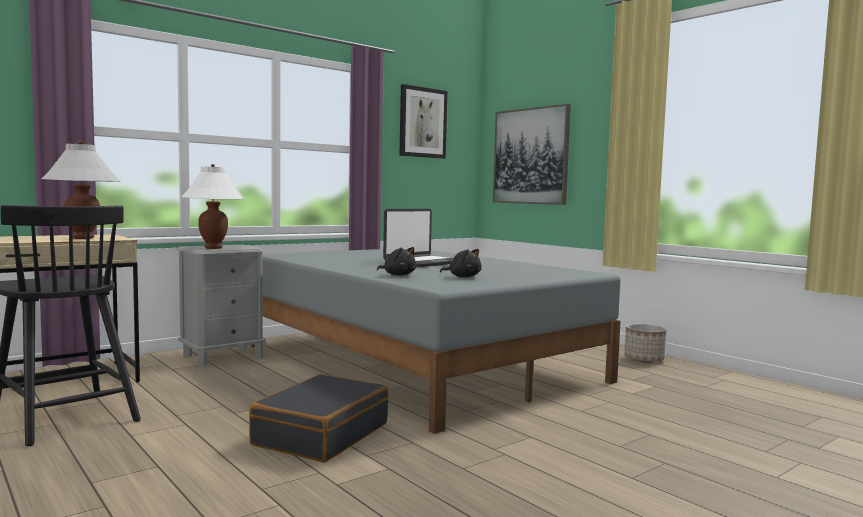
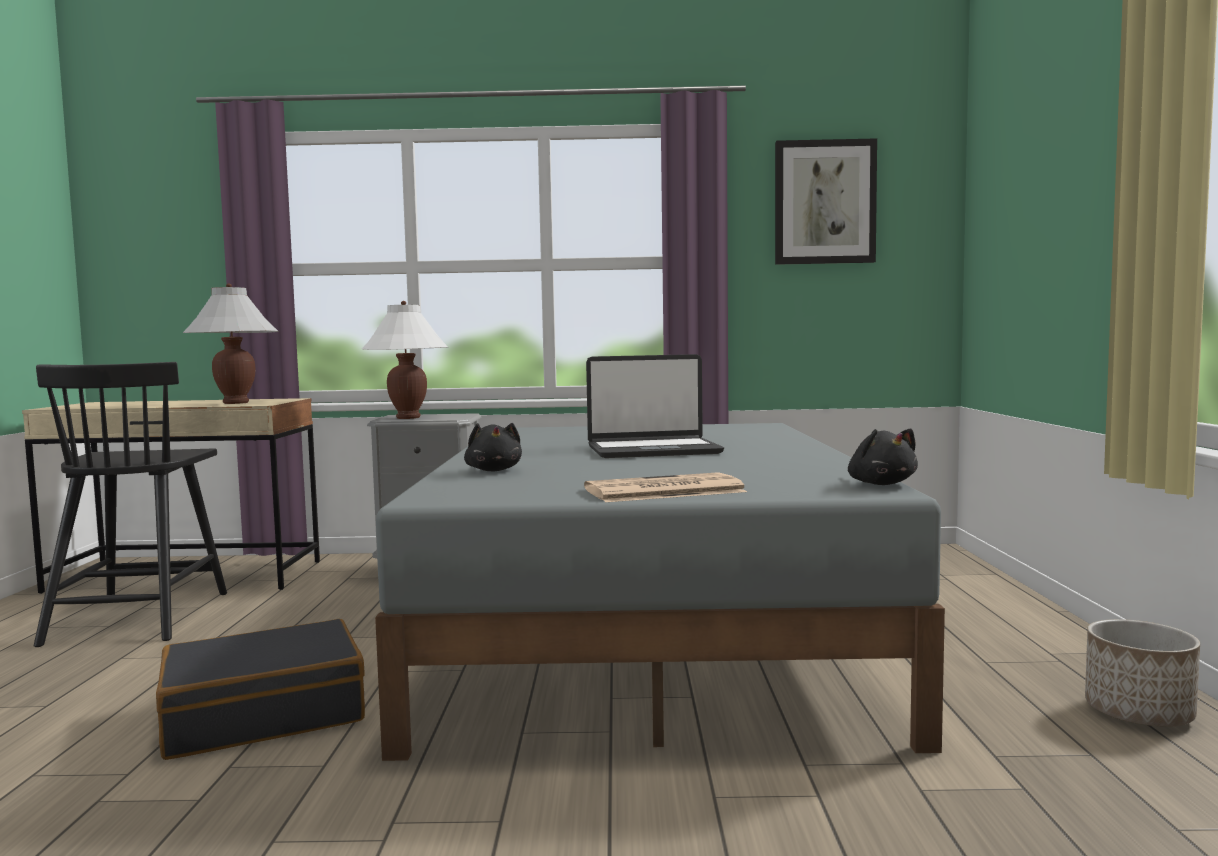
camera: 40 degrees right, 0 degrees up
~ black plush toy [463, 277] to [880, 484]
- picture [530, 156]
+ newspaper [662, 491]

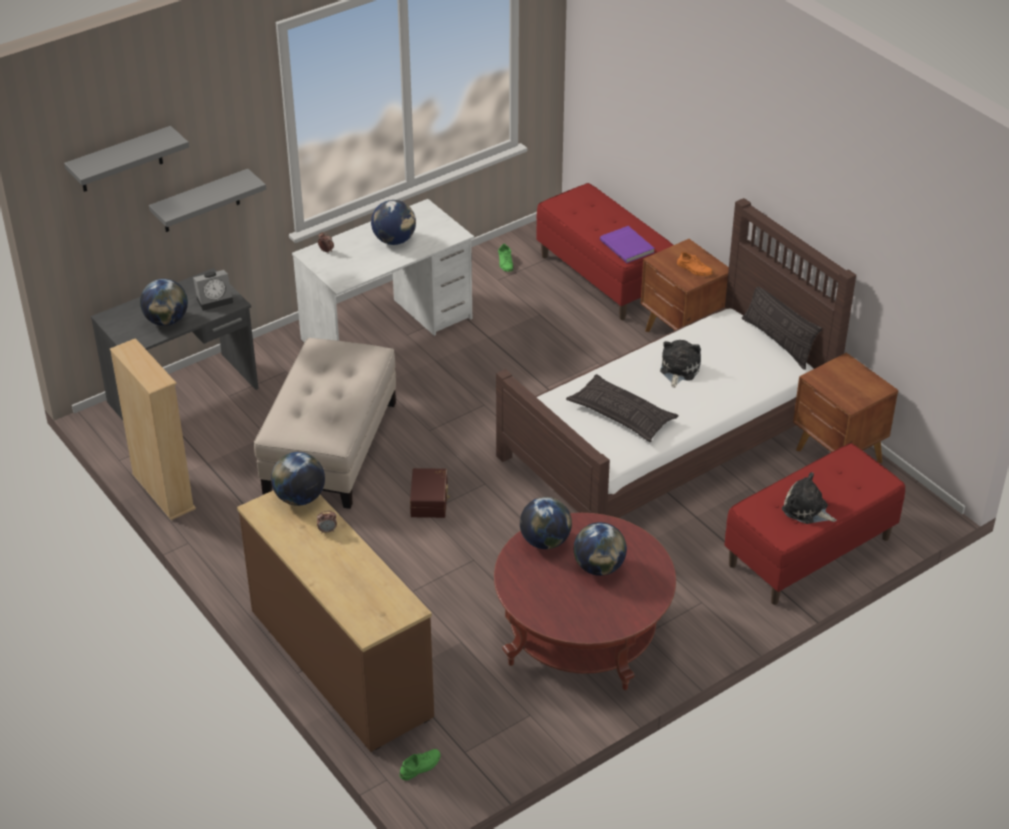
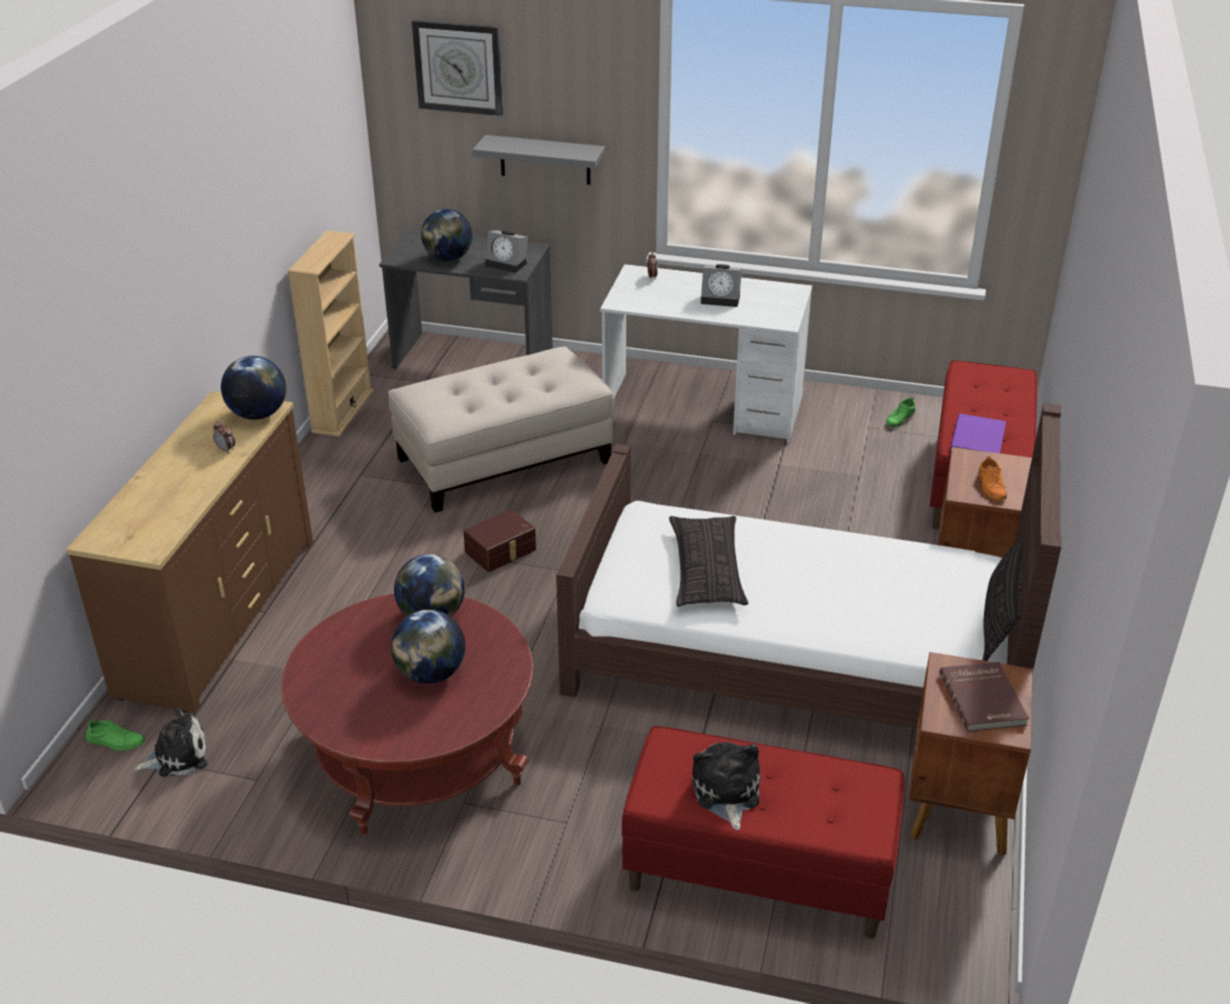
camera: 50 degrees right, 5 degrees down
~ grey shelf [120, 160] to wall clock [458, 67]
~ globe [394, 240] to alarm clock [722, 298]
~ plush toy [678, 370] to [177, 756]
+ red book [984, 699]

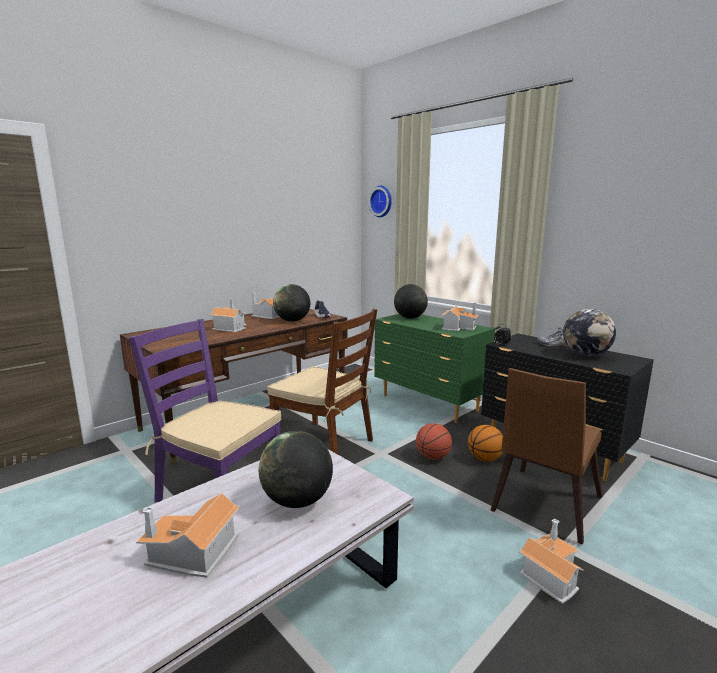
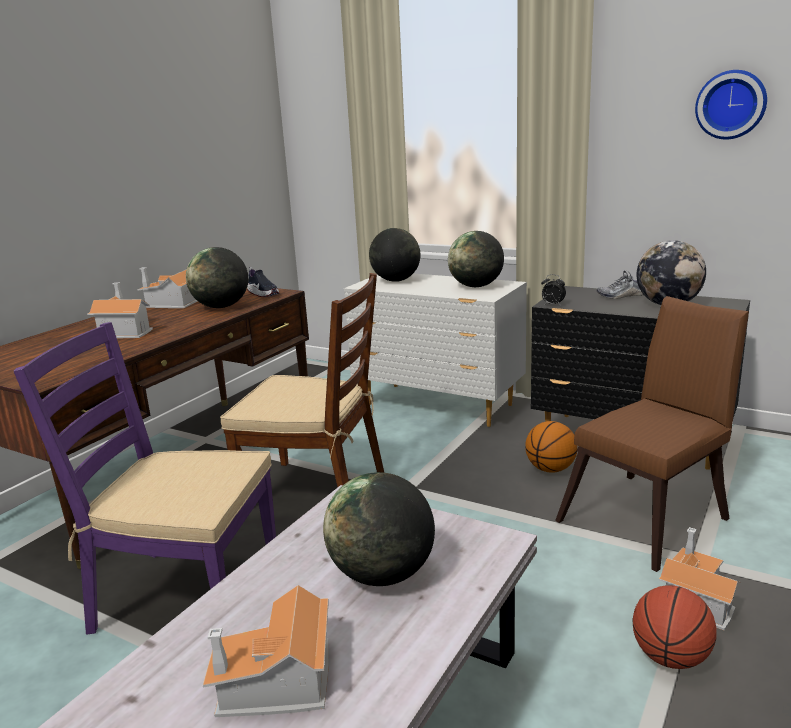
camera: 15 degrees left, 5 degrees up
~ wall clock [382, 201] to [731, 105]
~ green dresser [429, 404] to white dresser [439, 405]
~ basketball [433, 457] to [670, 658]
~ toy house [458, 327] to globe [476, 286]
~ brown chair [543, 506] = [650, 517] 150 degrees counterclockwise

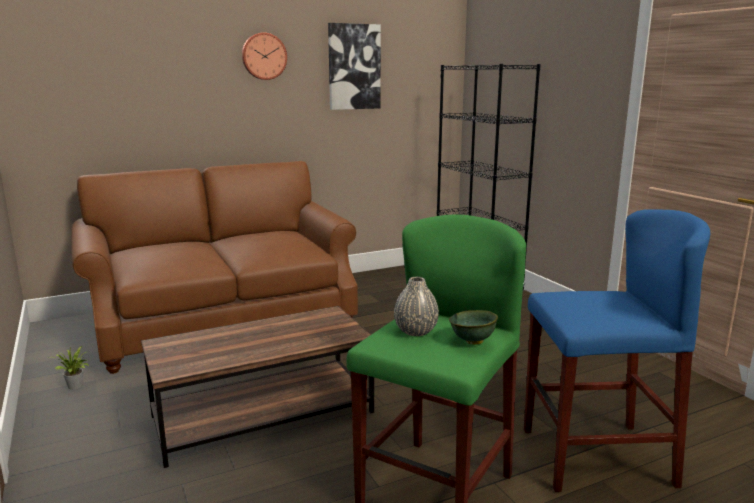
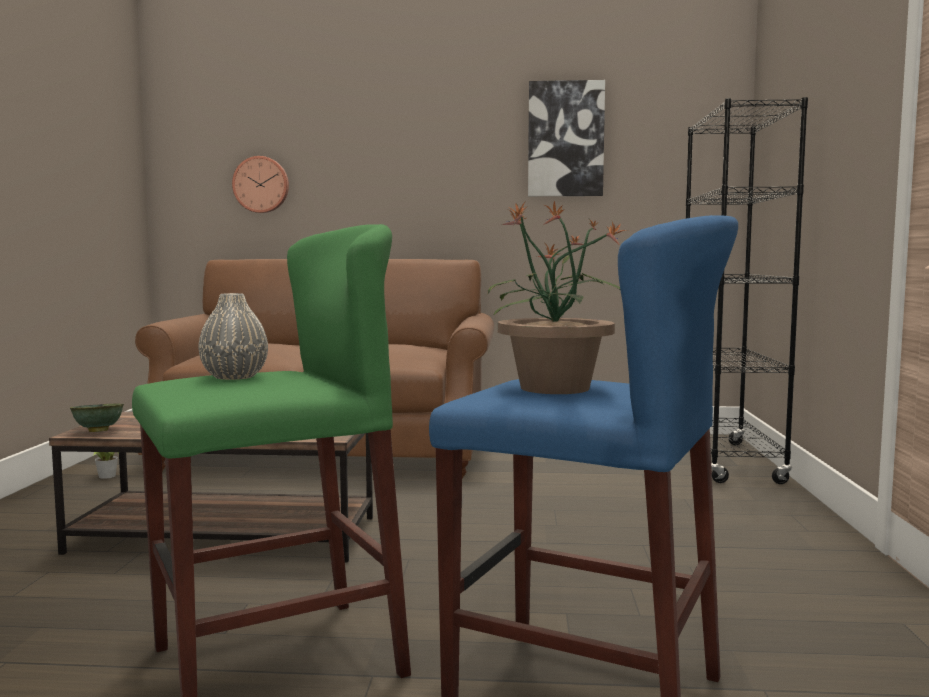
camera: 30 degrees right, 10 degrees down
~ wall clock [264, 56] to [261, 185]
~ green bowl [472, 342] to [97, 431]
+ potted plant [555, 388]

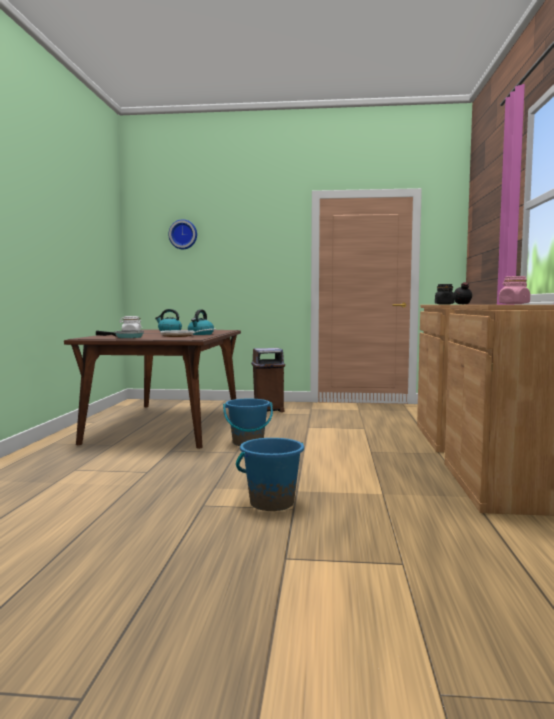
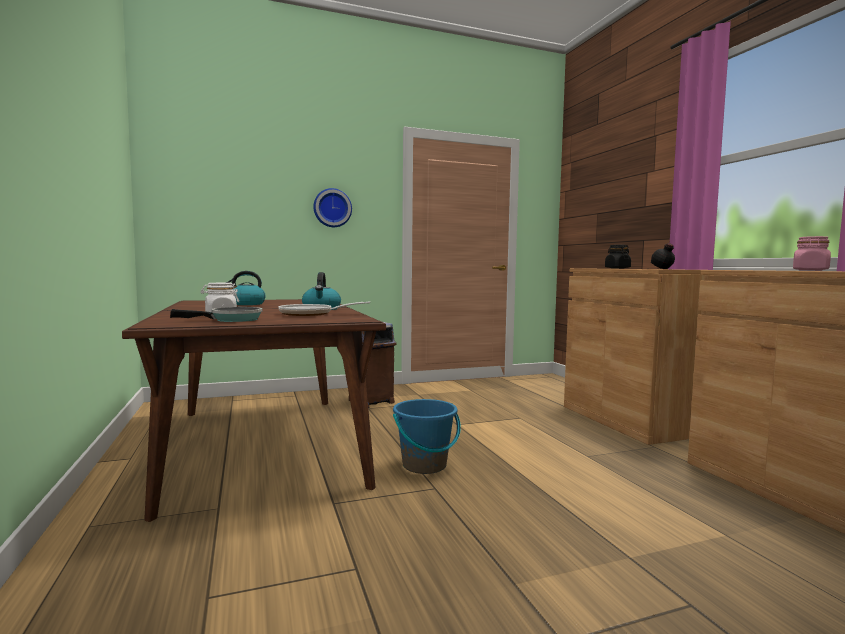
camera: 25 degrees left, 0 degrees up
~ wall clock [183, 234] to [332, 208]
- blue bucket [271, 503]

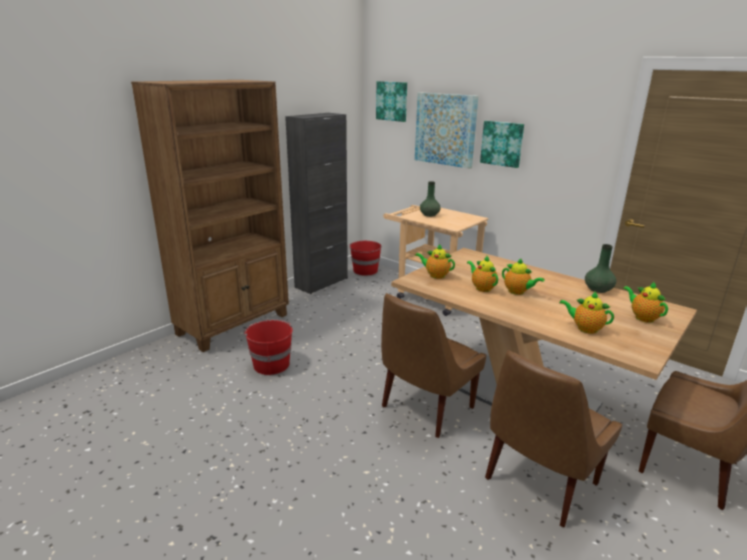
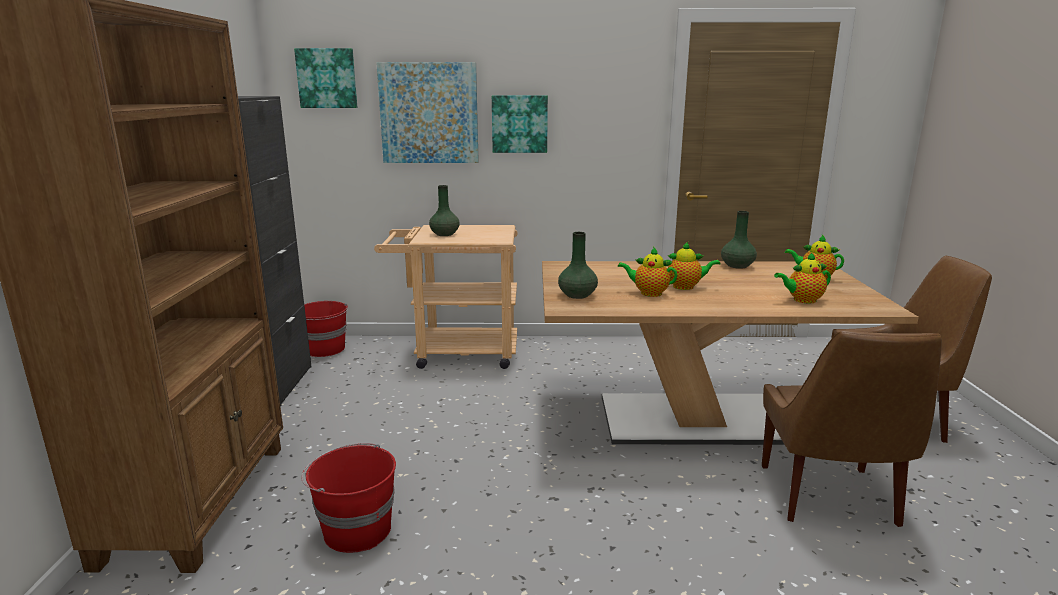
camera: 40 degrees left, 5 degrees down
- brown chair [425, 408]
~ teapot [435, 275] to green vase [577, 295]

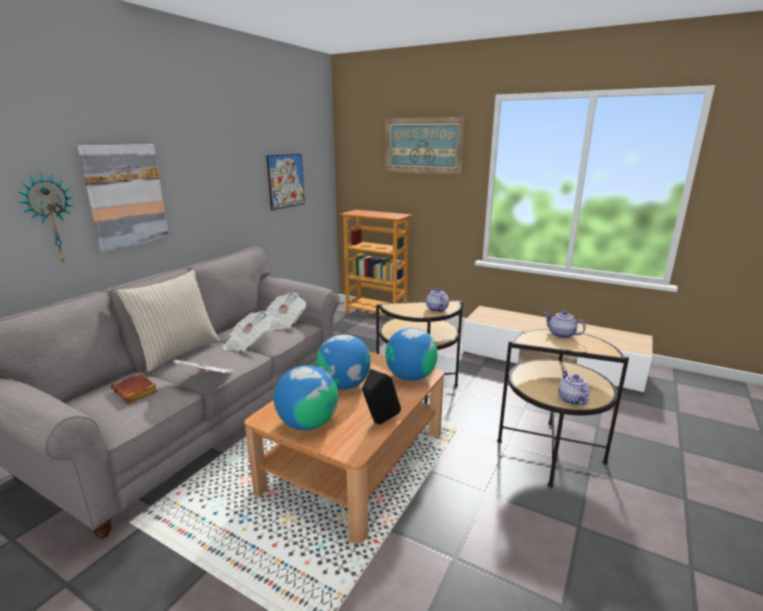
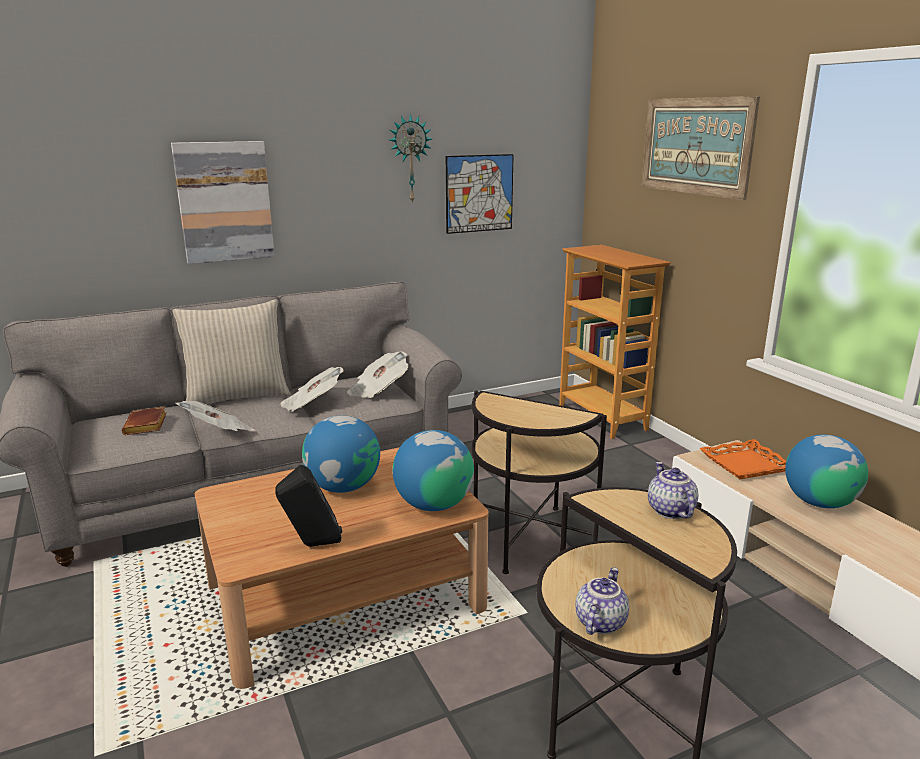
camera: 35 degrees right, 0 degrees up
~ wall clock [50, 219] to [409, 159]
~ globe [308, 423] to [819, 502]
- teapot [436, 309]
+ orange tray [745, 464]

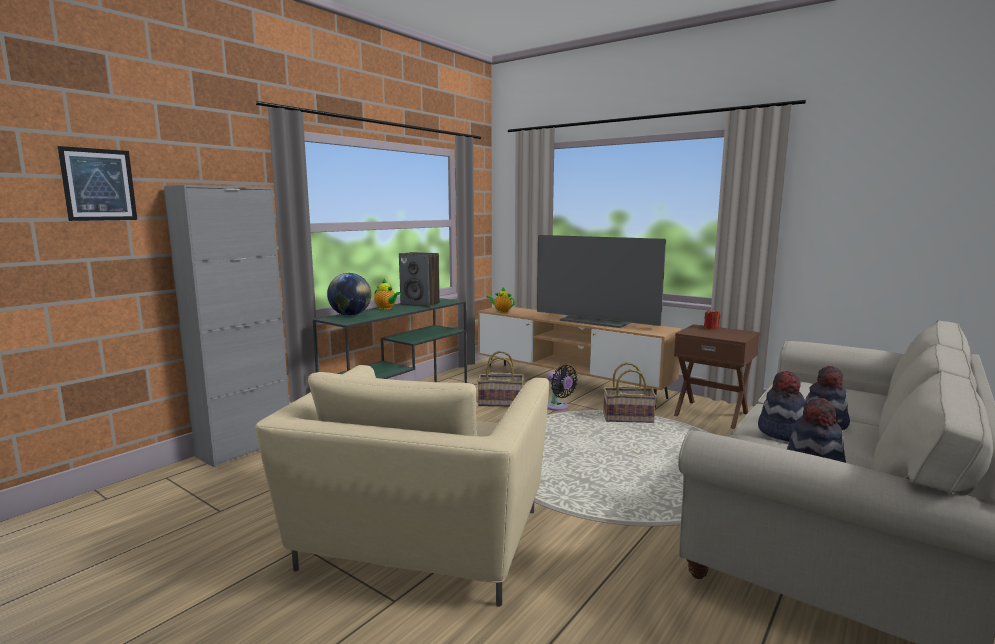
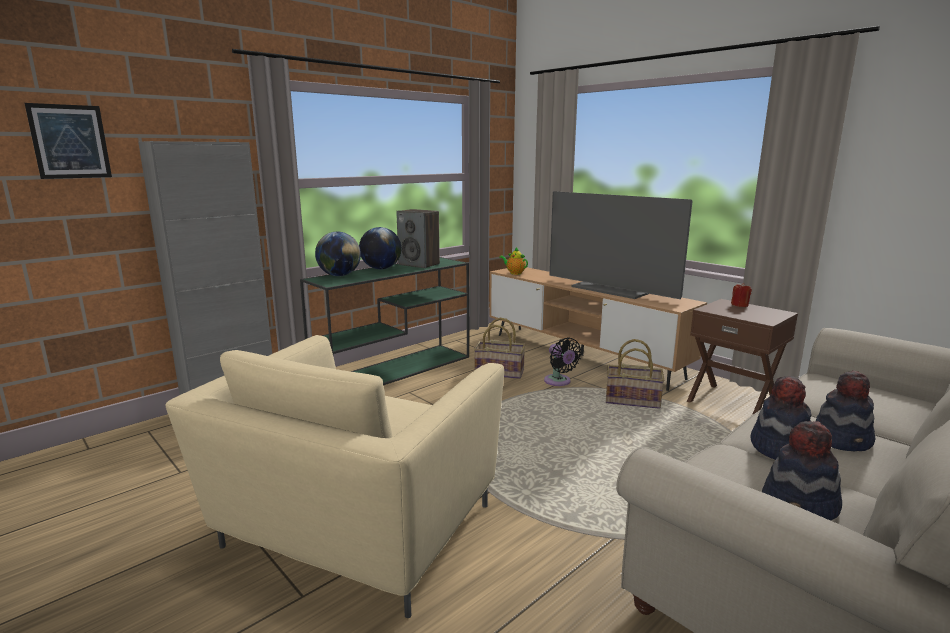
camera: 10 degrees right, 5 degrees up
~ teapot [386, 308] to globe [381, 269]

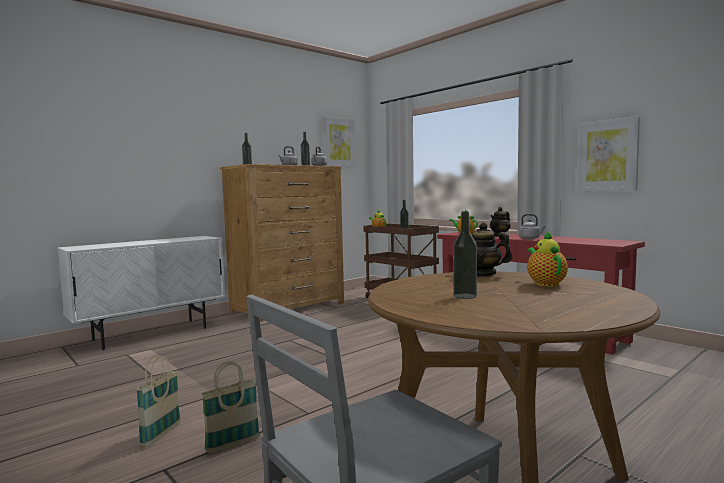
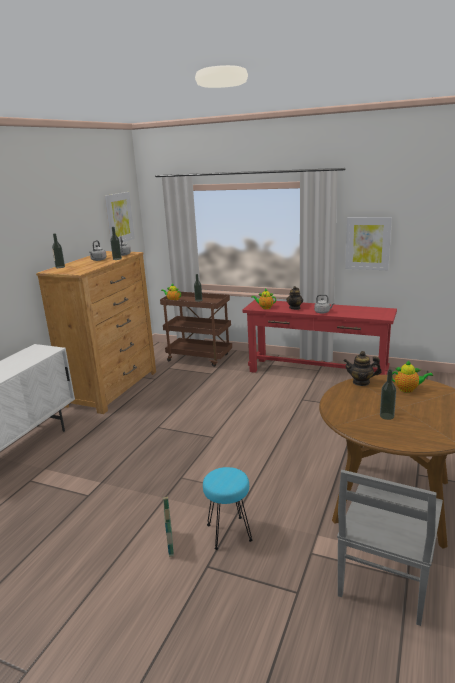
camera: 25 degrees left, 15 degrees up
~ basket [233, 445] to turquoise stool [229, 533]
~ teapot [545, 283] = [408, 389] 135 degrees clockwise

